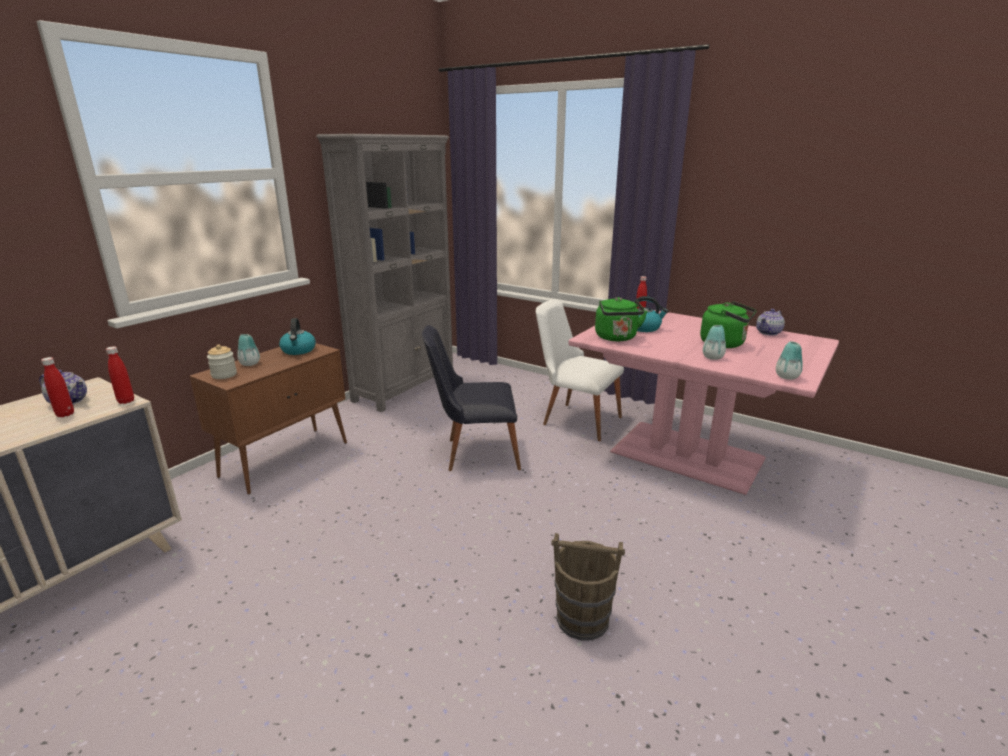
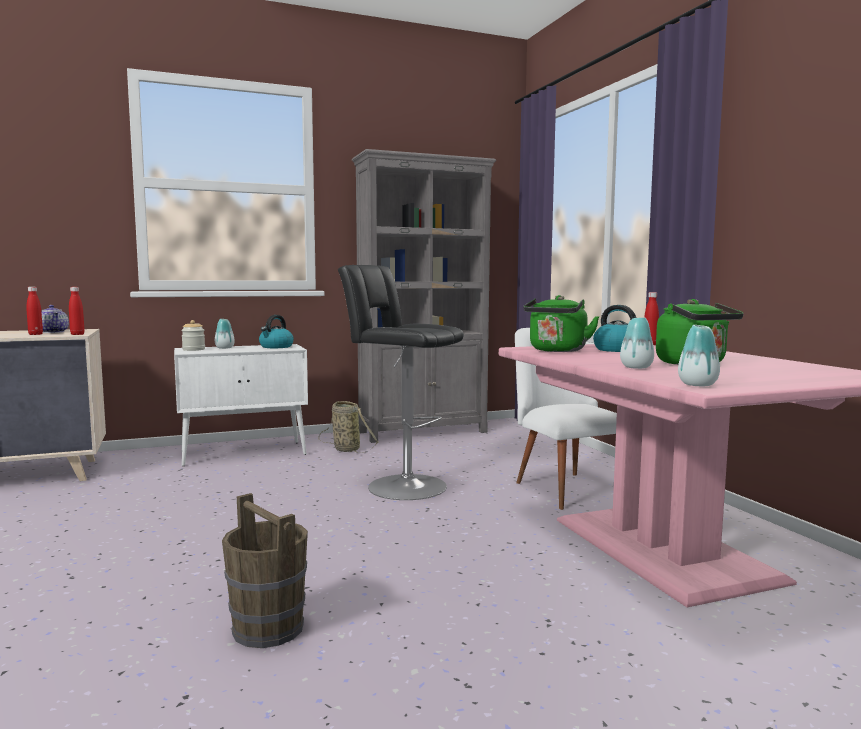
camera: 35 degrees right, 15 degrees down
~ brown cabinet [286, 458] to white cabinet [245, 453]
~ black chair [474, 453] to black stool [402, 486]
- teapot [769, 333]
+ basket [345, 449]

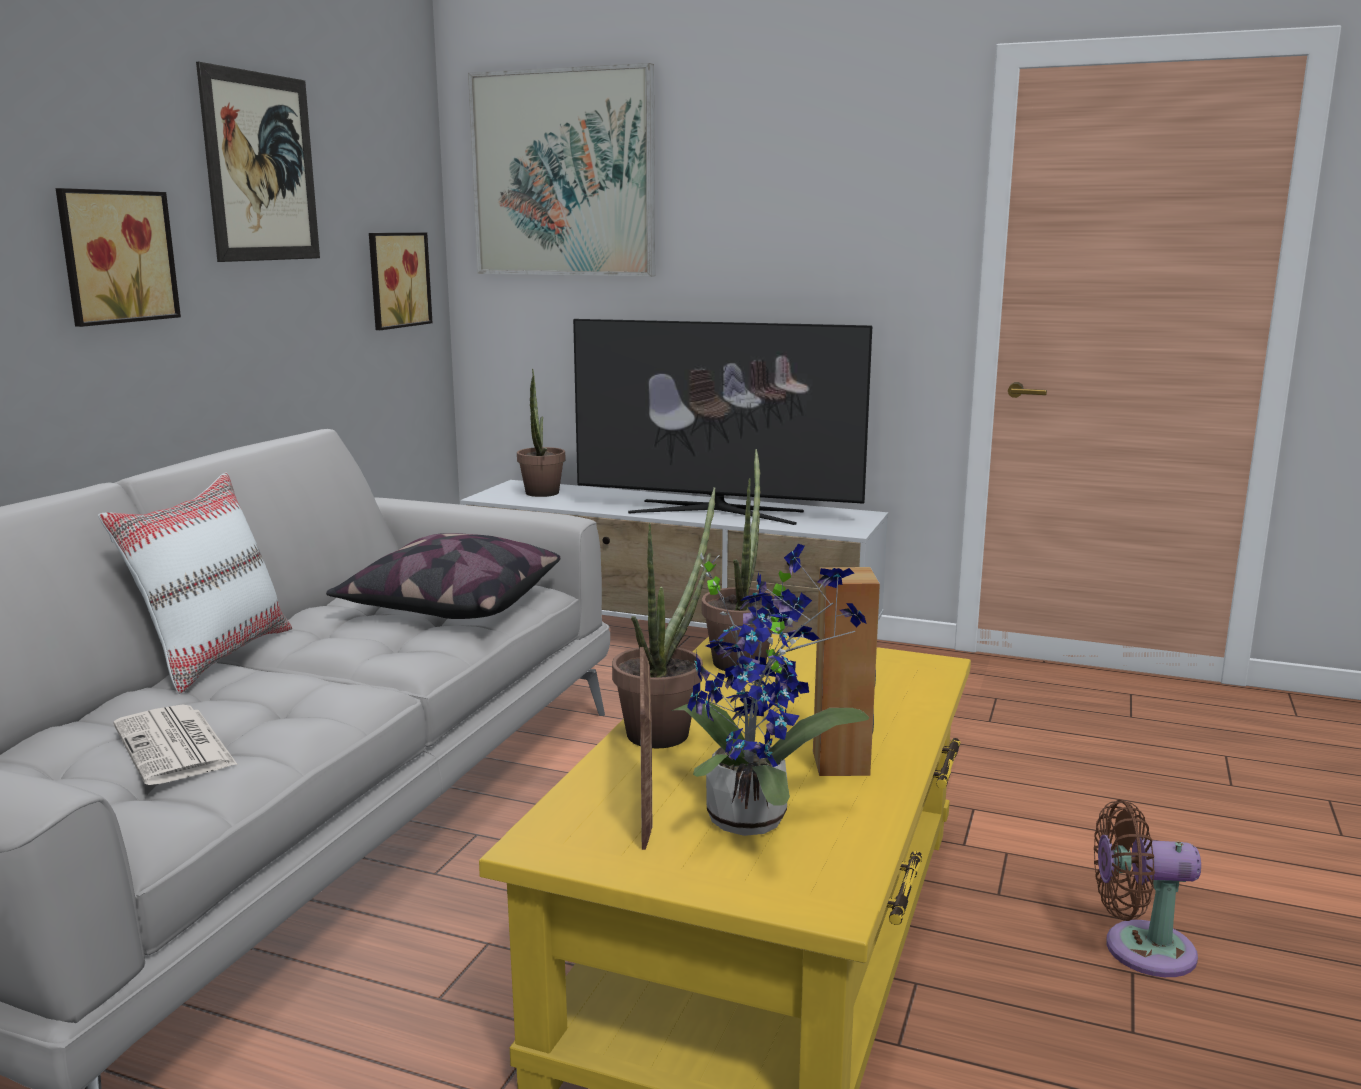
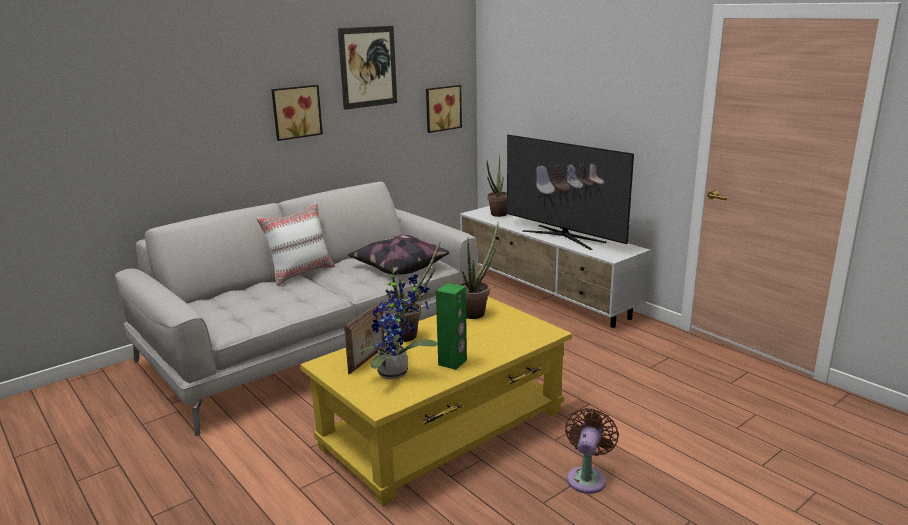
camera: 30 degrees right, 5 degrees up
- newspaper [176, 746]
- picture [563, 174]
~ brown speaker [842, 763] to green speaker [453, 362]
~ brown fan [1139, 949] = [587, 477] 75 degrees clockwise

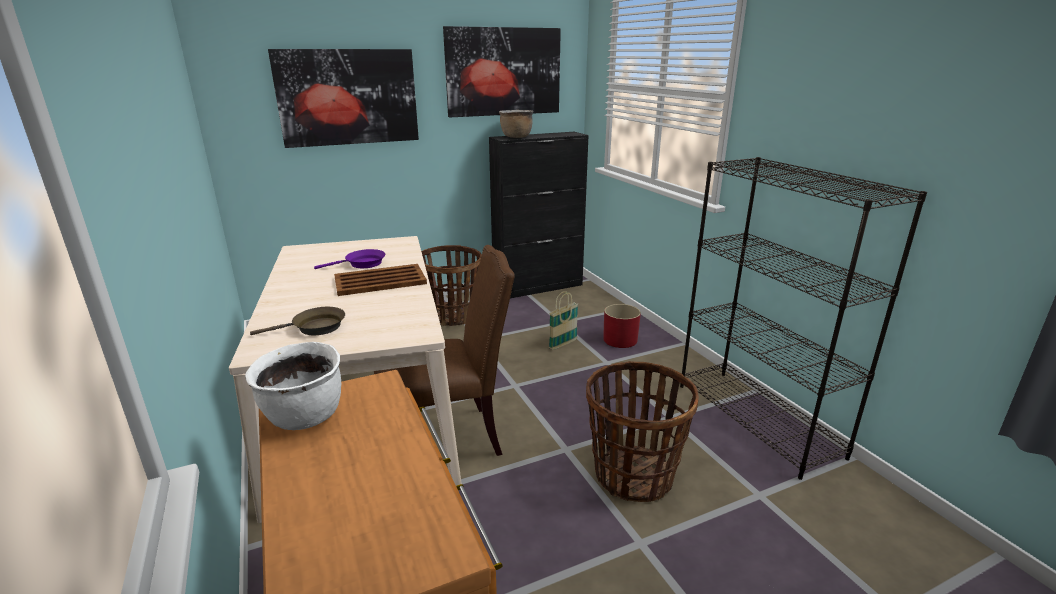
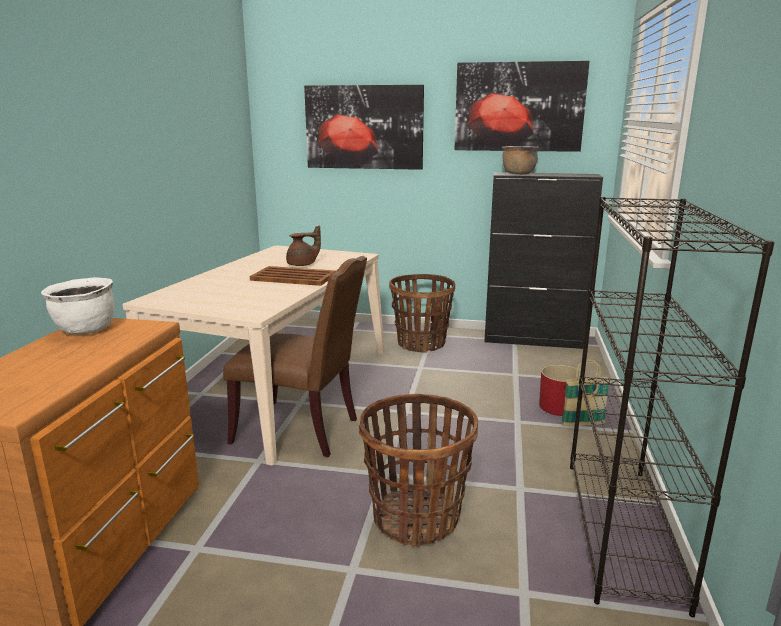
camera: 35 degrees right, 5 degrees down
- brown frying pan [315, 328]
~ purple frying pan [362, 264] to brown teapot [303, 265]
~ basket [563, 344] to [582, 424]

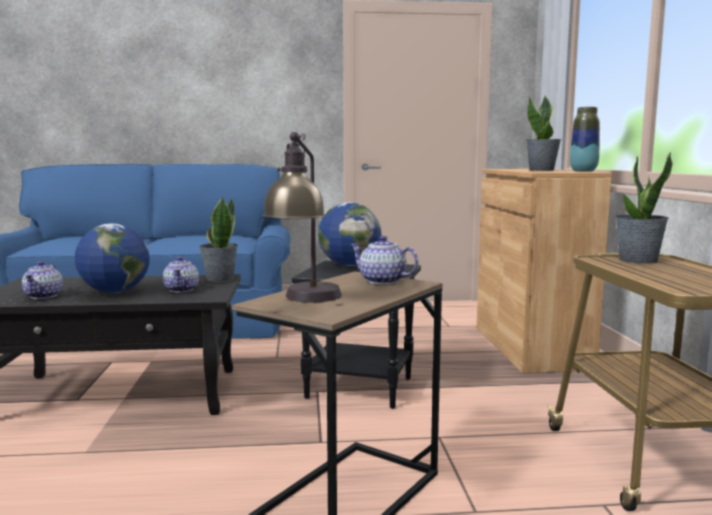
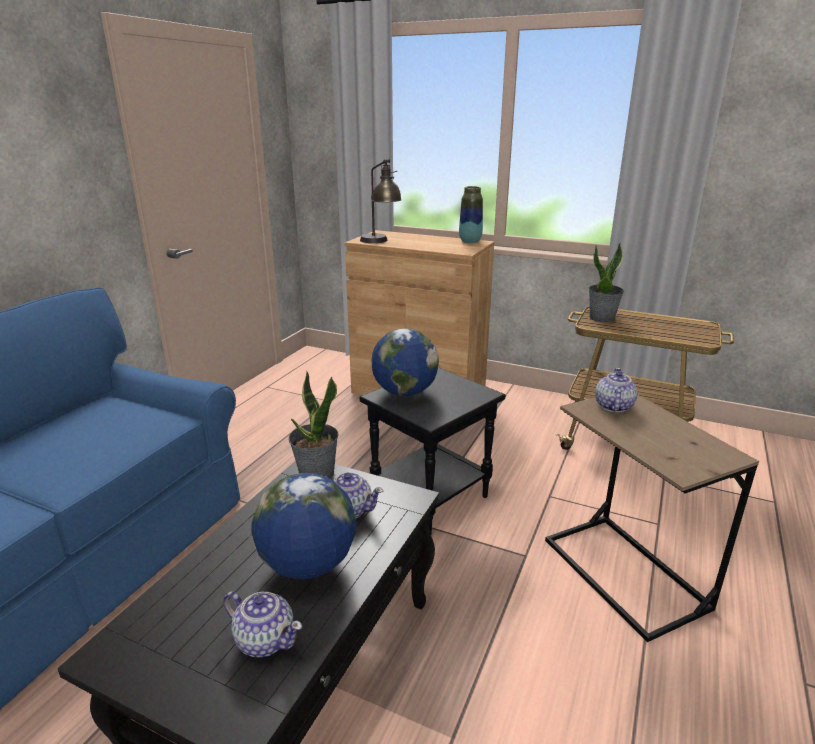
camera: 60 degrees left, 15 degrees up
~ table lamp [305, 300] to [380, 242]
~ teapot [382, 281] = [613, 406] 135 degrees clockwise
- potted plant [542, 170]

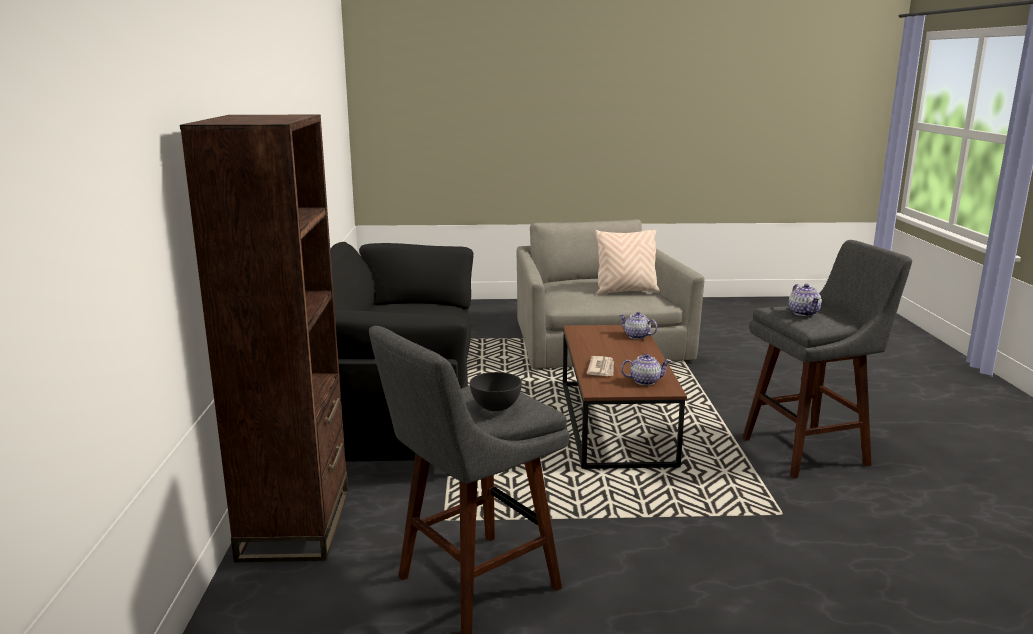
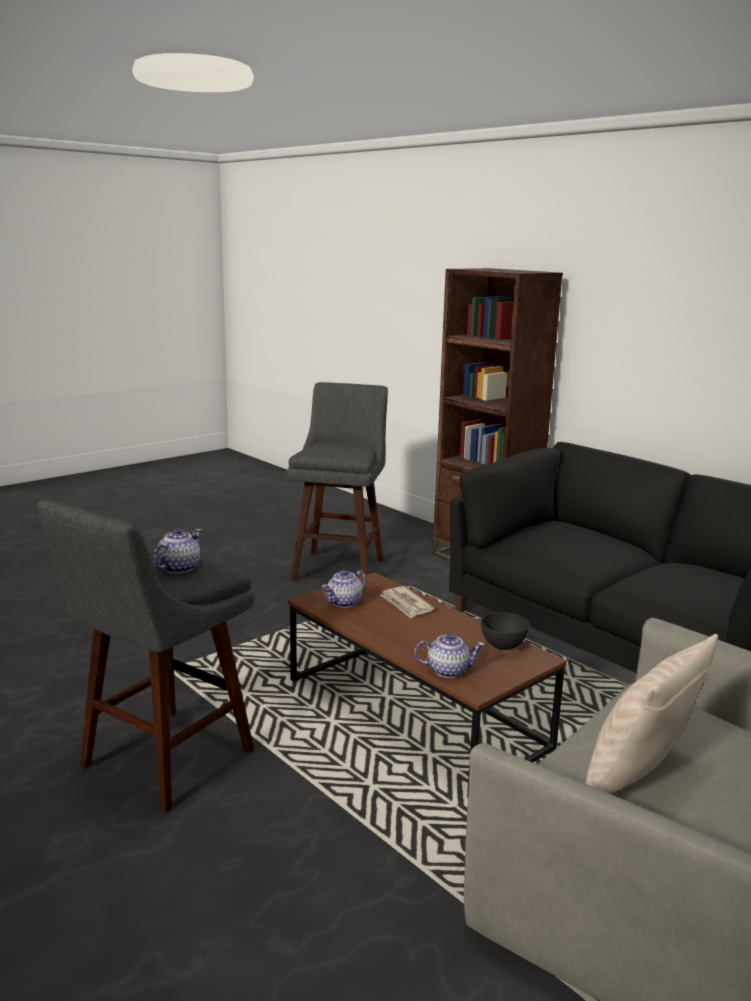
camera: 140 degrees right, 0 degrees up
~ grey bowl [495, 407] to [503, 645]
~ teapot [804, 313] = [178, 568] 75 degrees clockwise

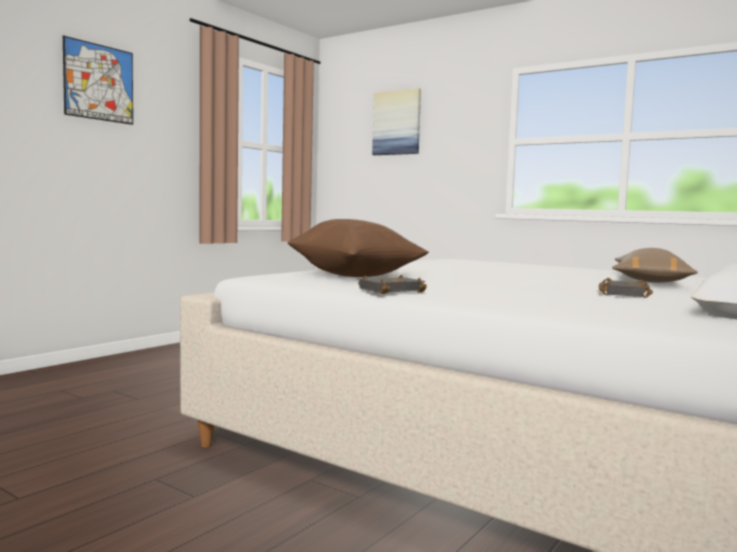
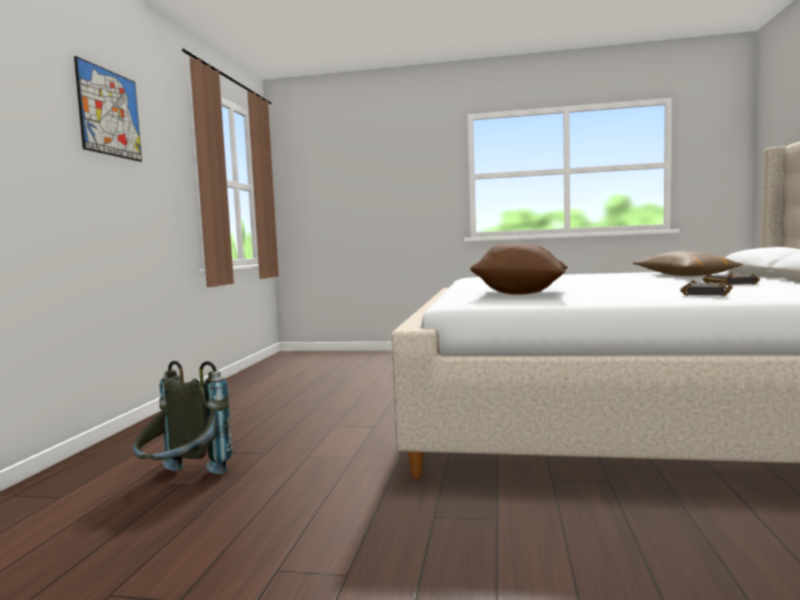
camera: 25 degrees left, 0 degrees up
~ black book [391, 290] to [704, 293]
- picture [397, 123]
+ grey backpack [183, 482]

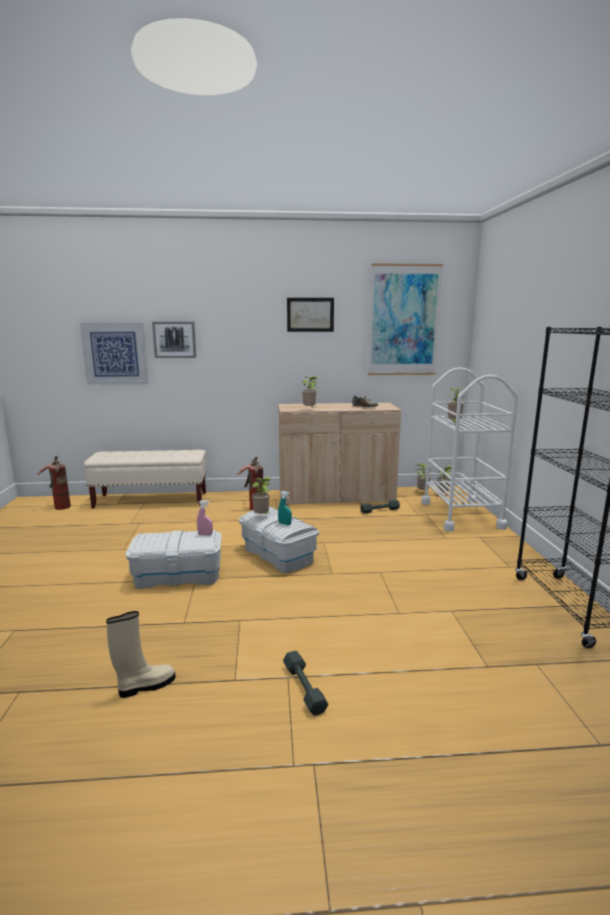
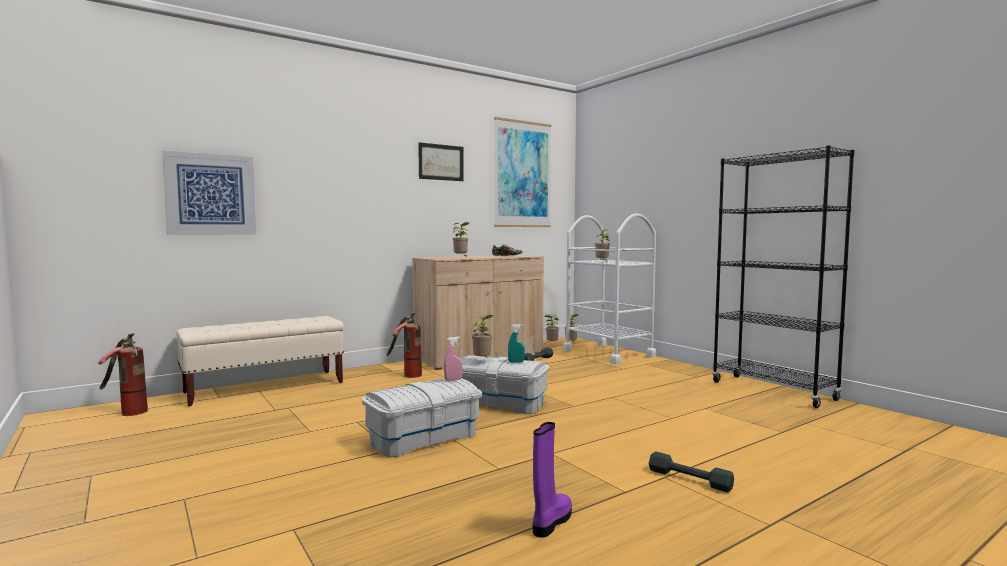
camera: 30 degrees left, 10 degrees down
~ beige boot [145, 686] to purple boot [551, 521]
- picture [174, 339]

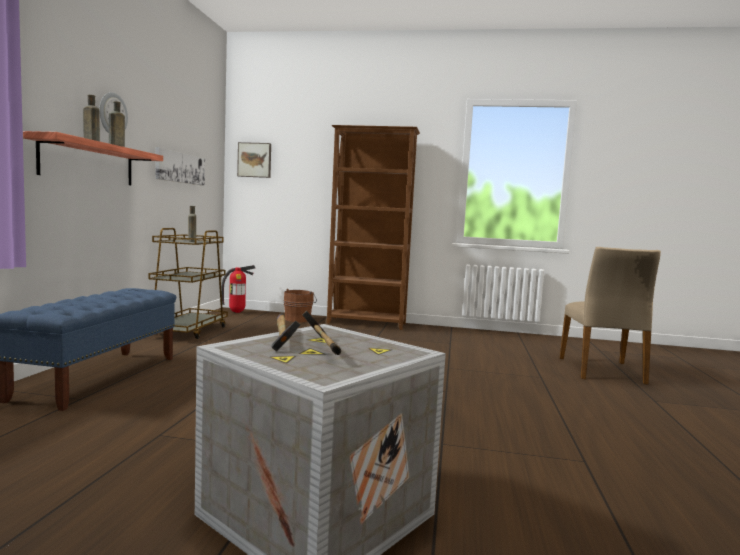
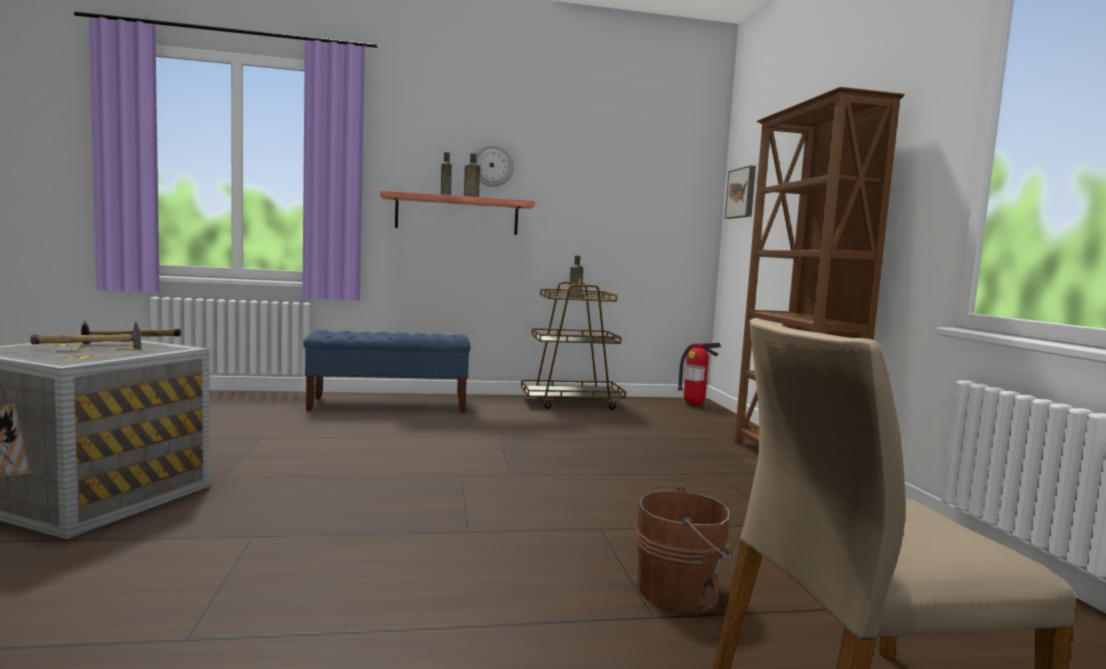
camera: 70 degrees right, 0 degrees up
- picture [180, 167]
~ brown bucket [299, 319] to [681, 590]

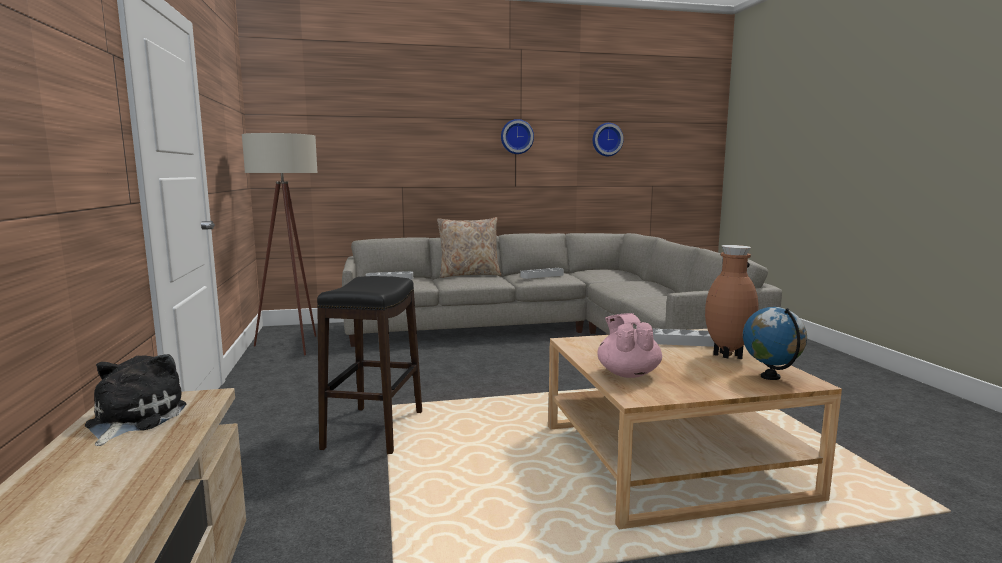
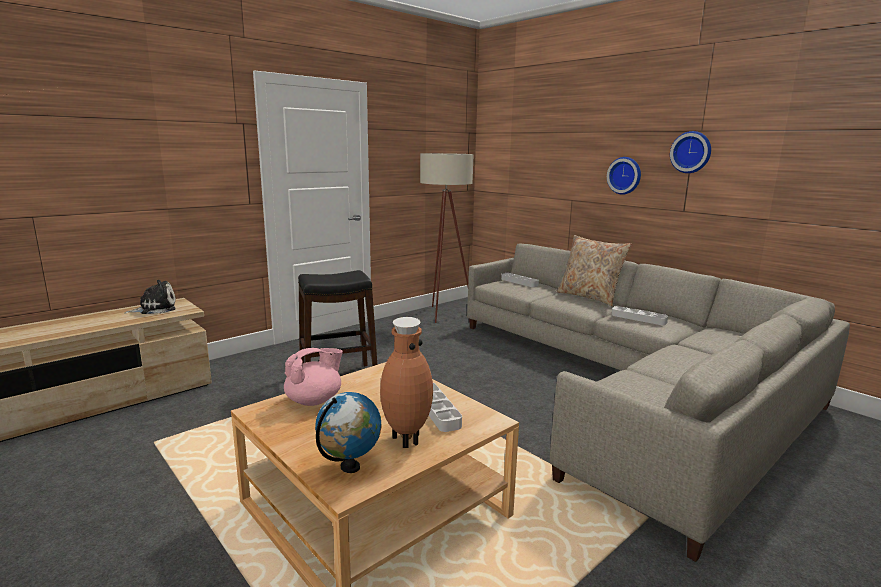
camera: 60 degrees right, 5 degrees up
~ wall clock [606, 139] to [625, 175]

